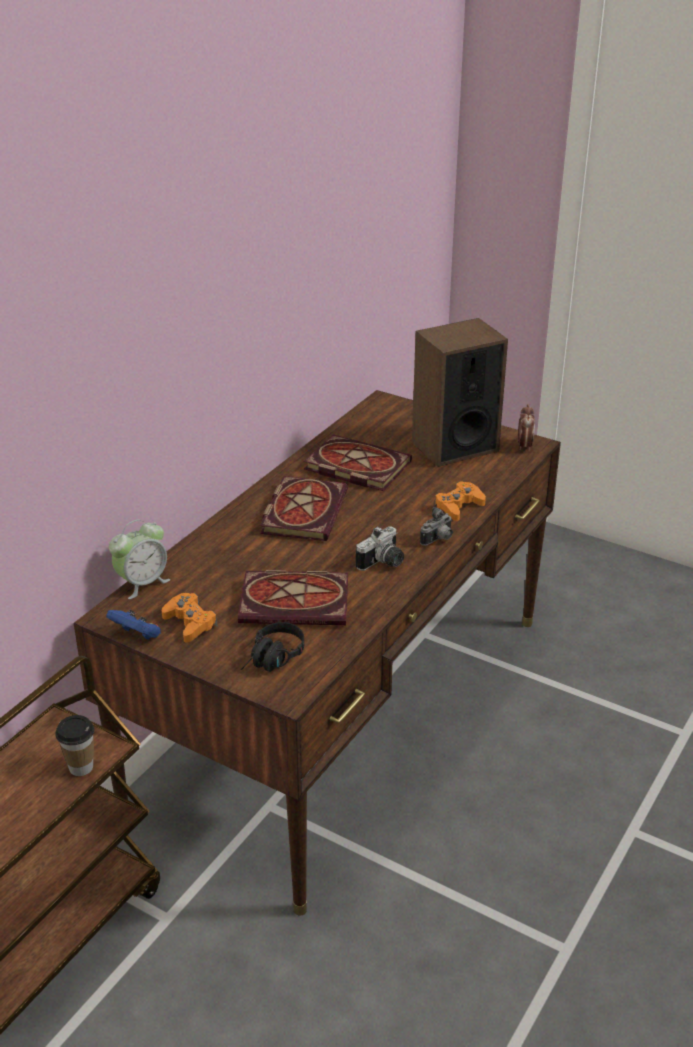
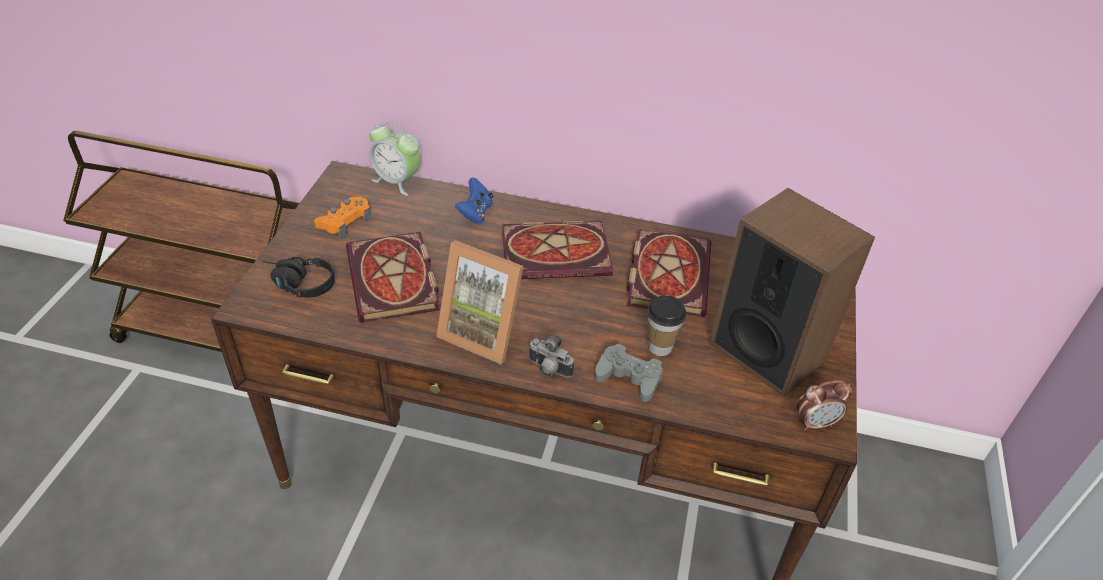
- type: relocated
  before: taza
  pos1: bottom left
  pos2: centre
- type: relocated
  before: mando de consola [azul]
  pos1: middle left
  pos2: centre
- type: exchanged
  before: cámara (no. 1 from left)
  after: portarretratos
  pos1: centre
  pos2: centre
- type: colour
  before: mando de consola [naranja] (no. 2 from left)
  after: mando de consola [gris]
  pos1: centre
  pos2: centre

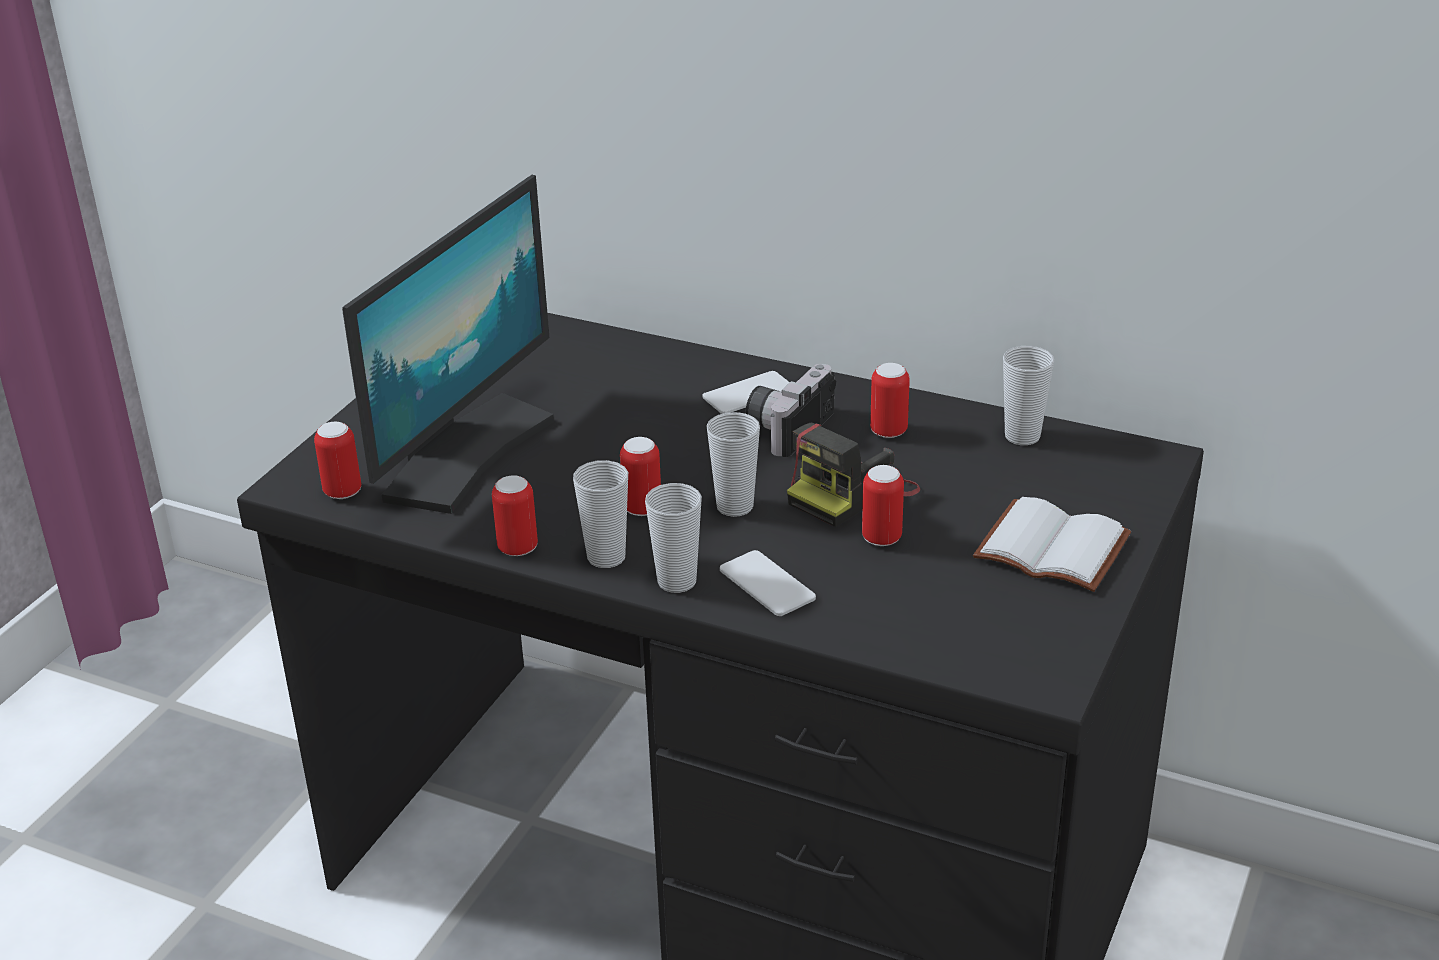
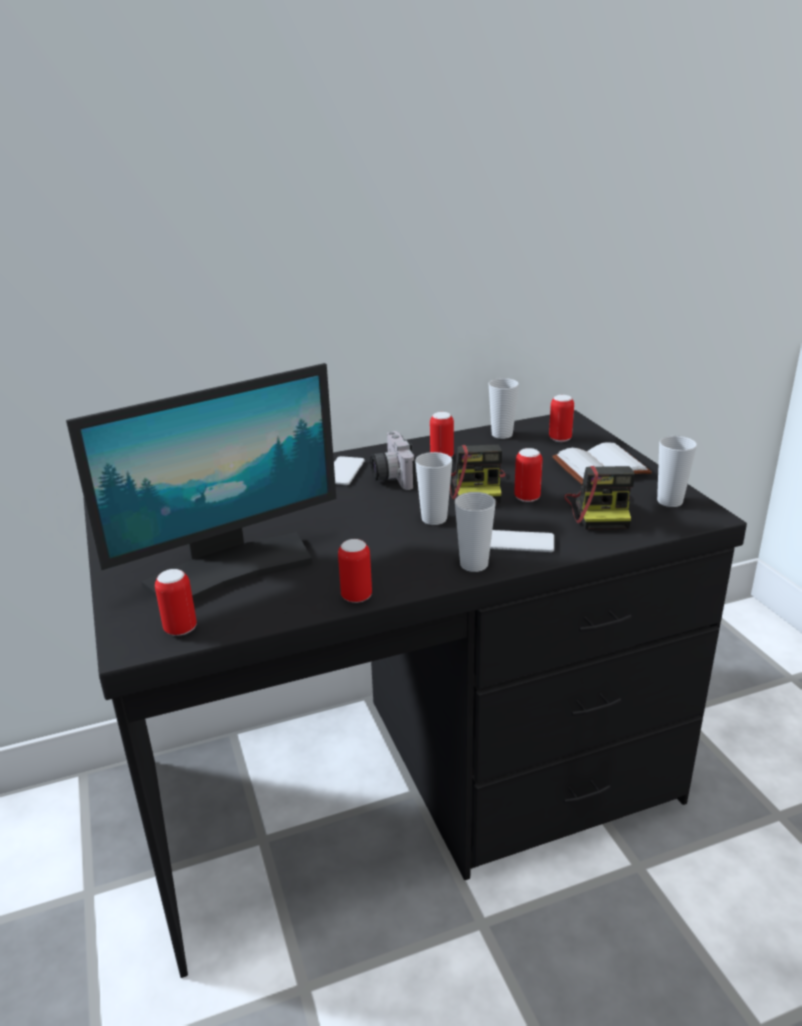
- type: appeared
  after: cámara (no. 3 from left)
  pos2: middle right
- type: relocated
  before: taza (no. 1 from left in the first image)
  after: taza (no. 4 from left)
  pos1: centre
  pos2: middle right
- type: relocated
  before: lata (no. 3 from left in the first image)
  after: lata (no. 5 from left)
  pos1: centre
  pos2: middle right
- type: spun
  before: monitor
  pos1: middle left
  pos2: middle left
  turn: 75

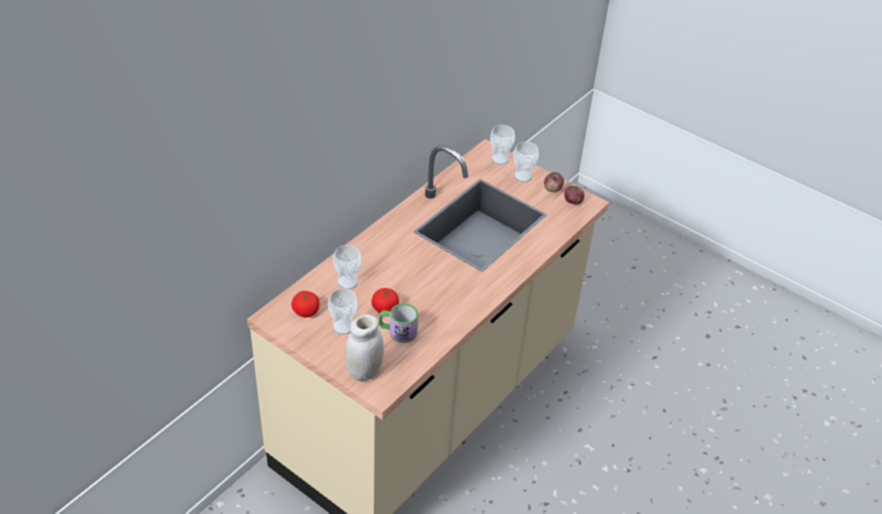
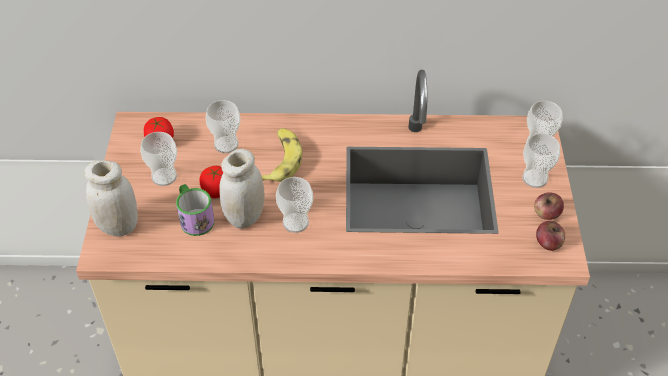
- type: appeared
  after: tarro [blanco] (no. 2 from left)
  pos2: centre
- type: appeared
  after: plátano
  pos2: centre
- type: appeared
  after: taza (no. 3 from left)
  pos2: centre

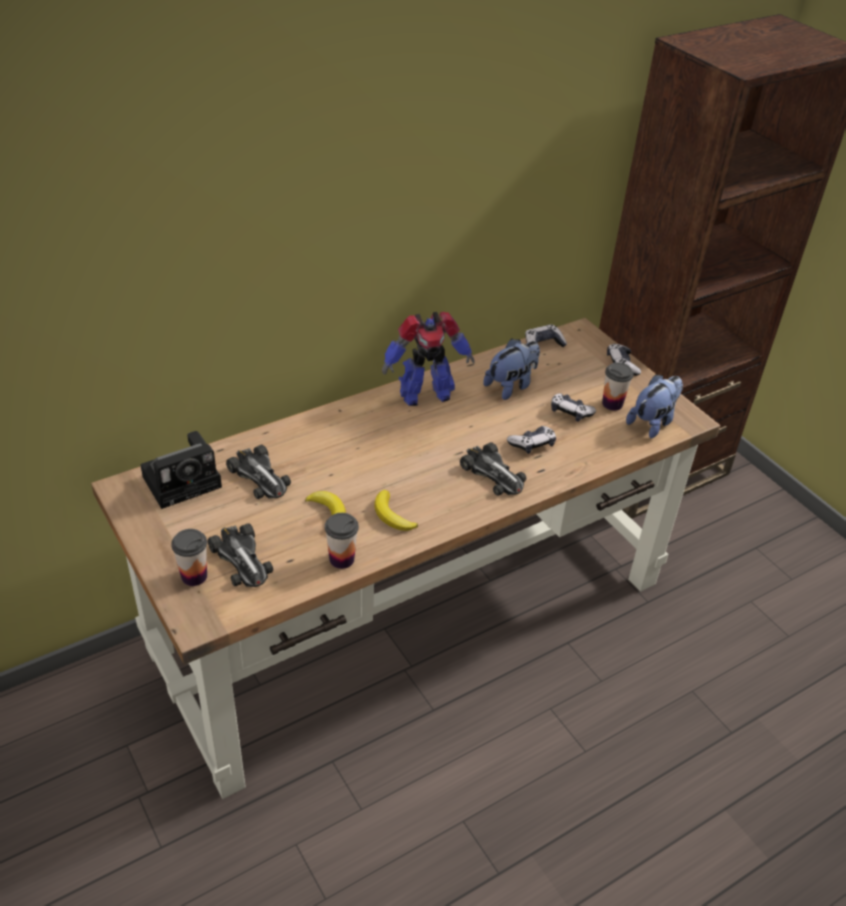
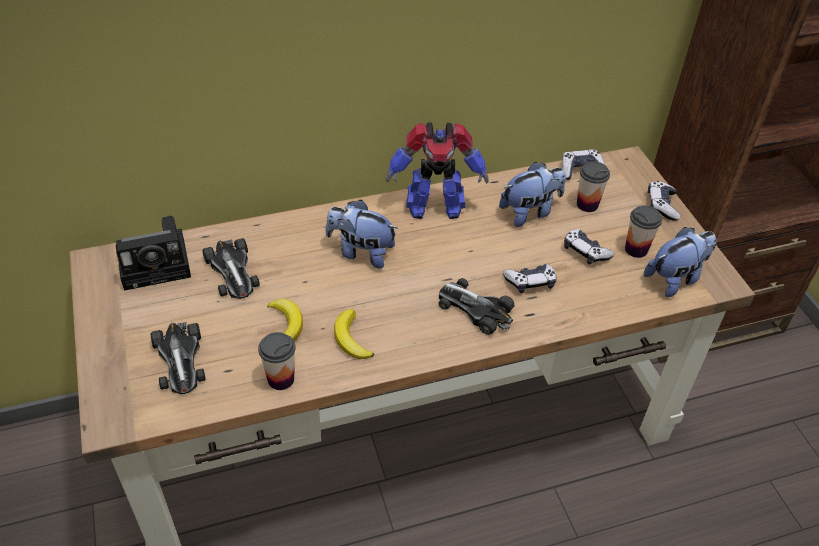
- type: appeared
  after: peluche (no. 1 from left)
  pos2: centre
- type: relocated
  before: taza (no. 1 from left in the first image)
  after: taza (no. 2 from left)
  pos1: middle left
  pos2: middle right
- type: spun
  before: coche de juguete (no. 3 from left)
  pos1: centre
  pos2: centre
  turn: 150

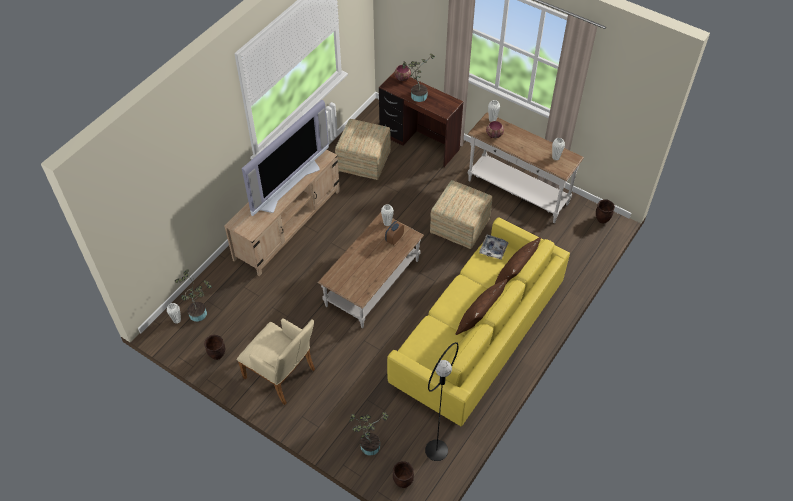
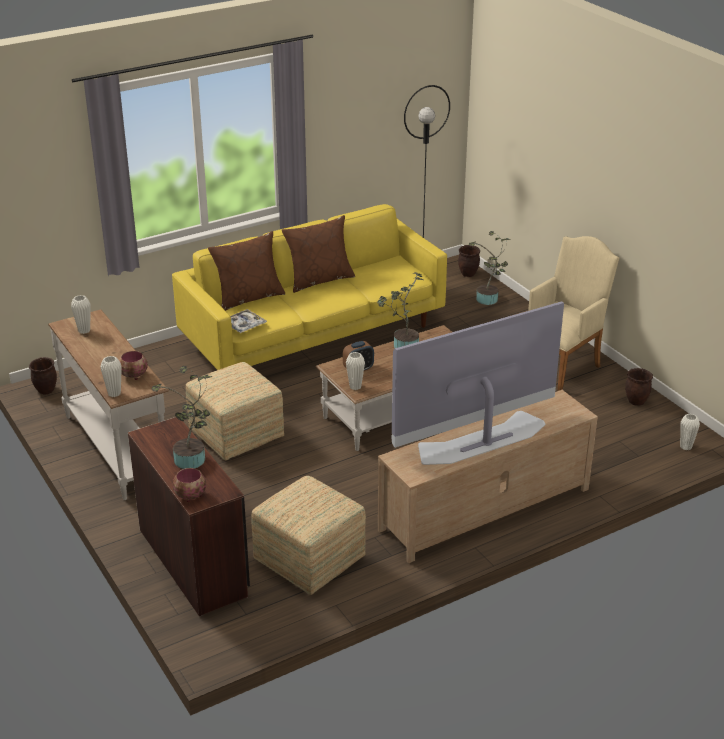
- type: relocated
  before: planta en maceta (no. 1 from left in the first image)
  after: planta en maceta (no. 2 from left)
  pos1: middle left
  pos2: centre
- type: spun
  before: sillón [beis]
  pos1: bottom centre
  pos2: middle right
  turn: 75

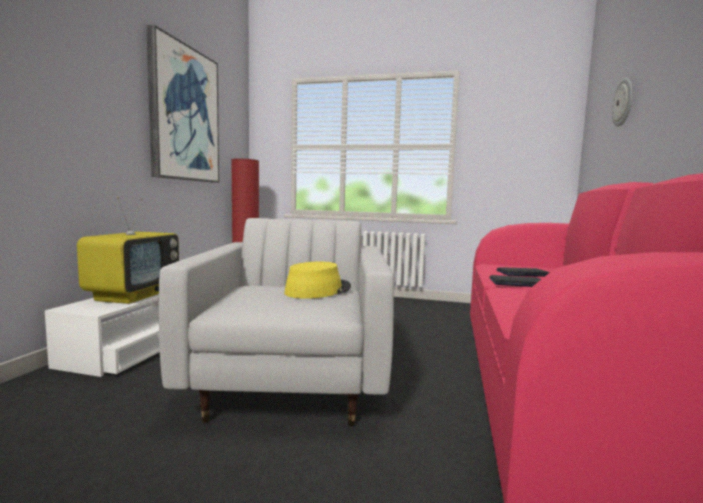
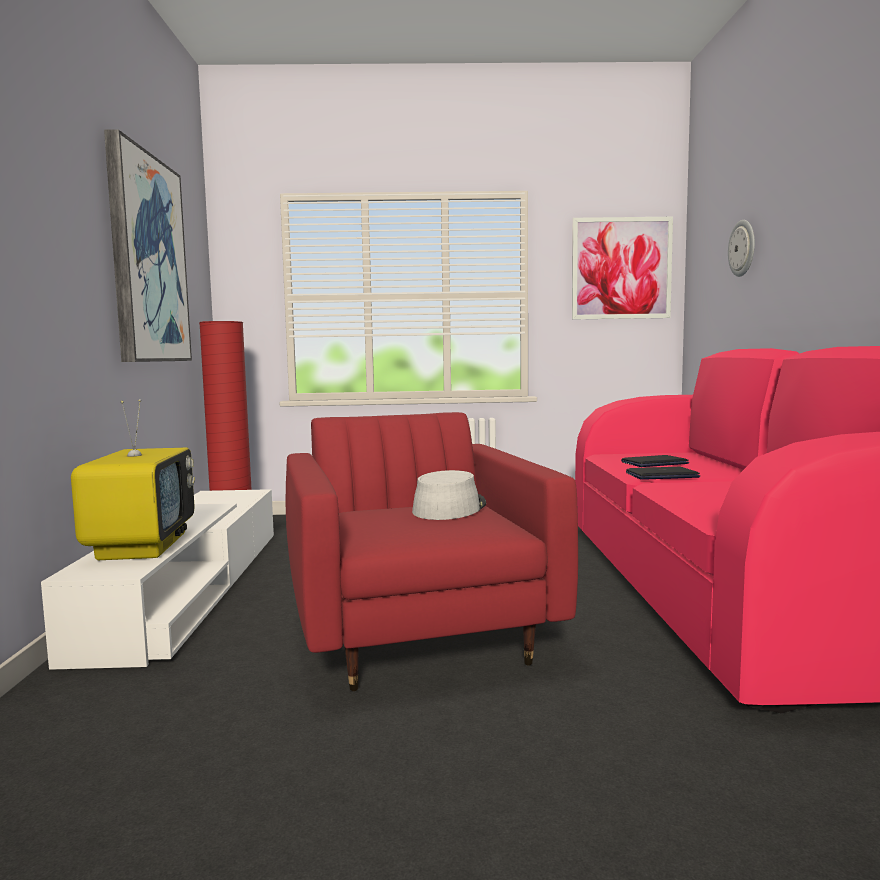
- type: appeared
  after: cuadro (no. 2 from left)
  pos2: top right
- type: colour
  before: sillón [blanco]
  after: sillón [rojo]
  pos1: centre
  pos2: centre
- type: colour
  before: sombrero [amarillo]
  after: sombrero [gris]
  pos1: centre
  pos2: centre

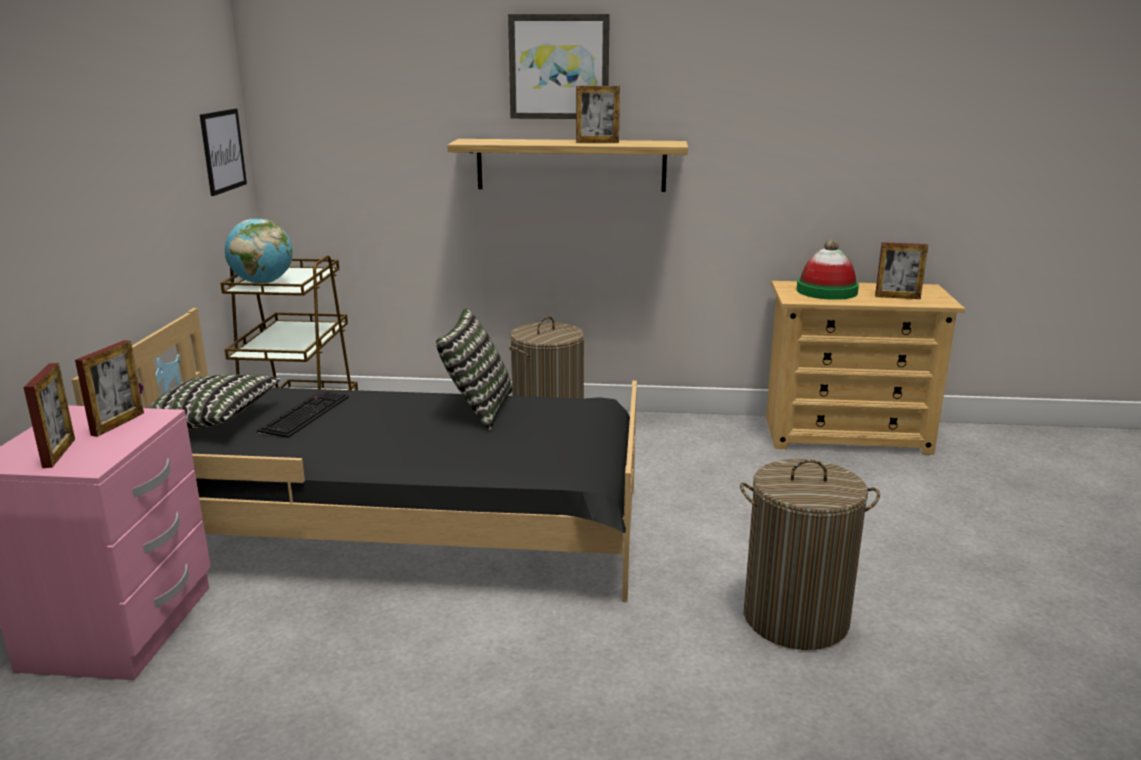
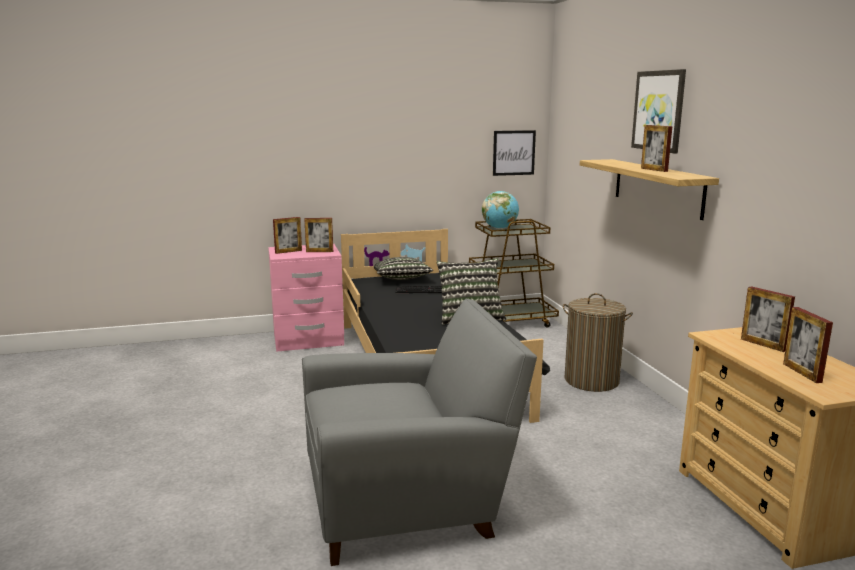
- type: exchanged
  before: cesto de la ropa (no. 2 from left)
  after: sillón [gris]
  pos1: bottom right
  pos2: bottom centre
- type: exchanged
  before: sombrero
  after: portarretratos (no. 4 from left)
  pos1: middle right
  pos2: middle right

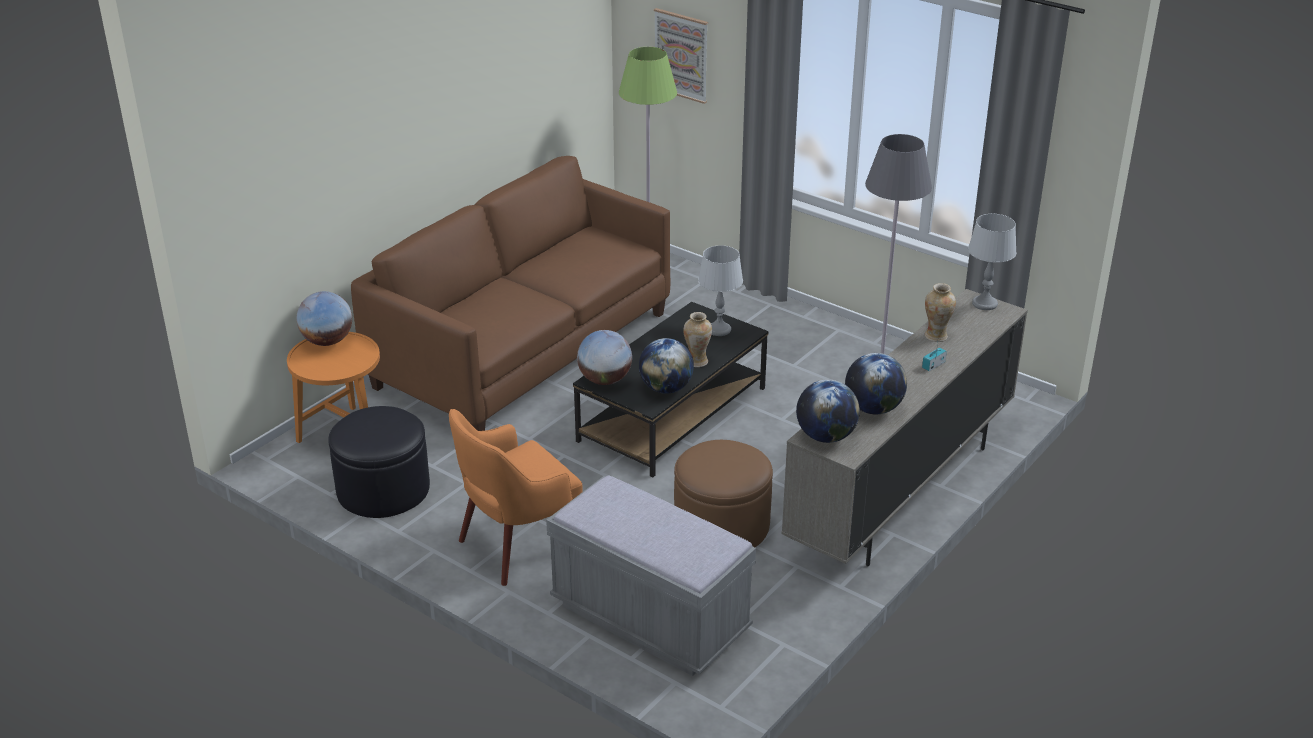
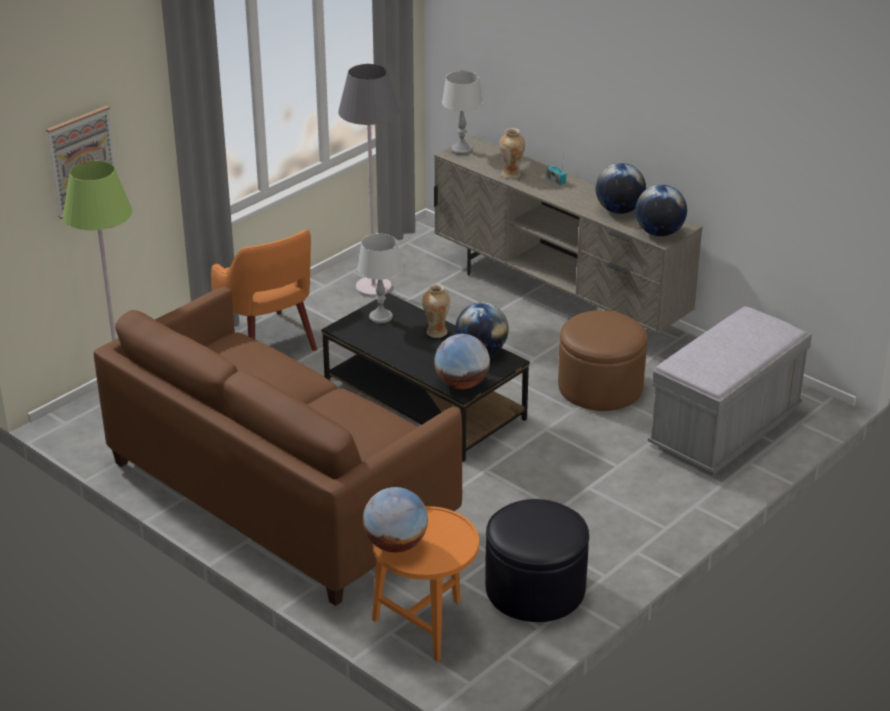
- type: relocated
  before: sillón [naranja]
  pos1: bottom centre
  pos2: middle left

